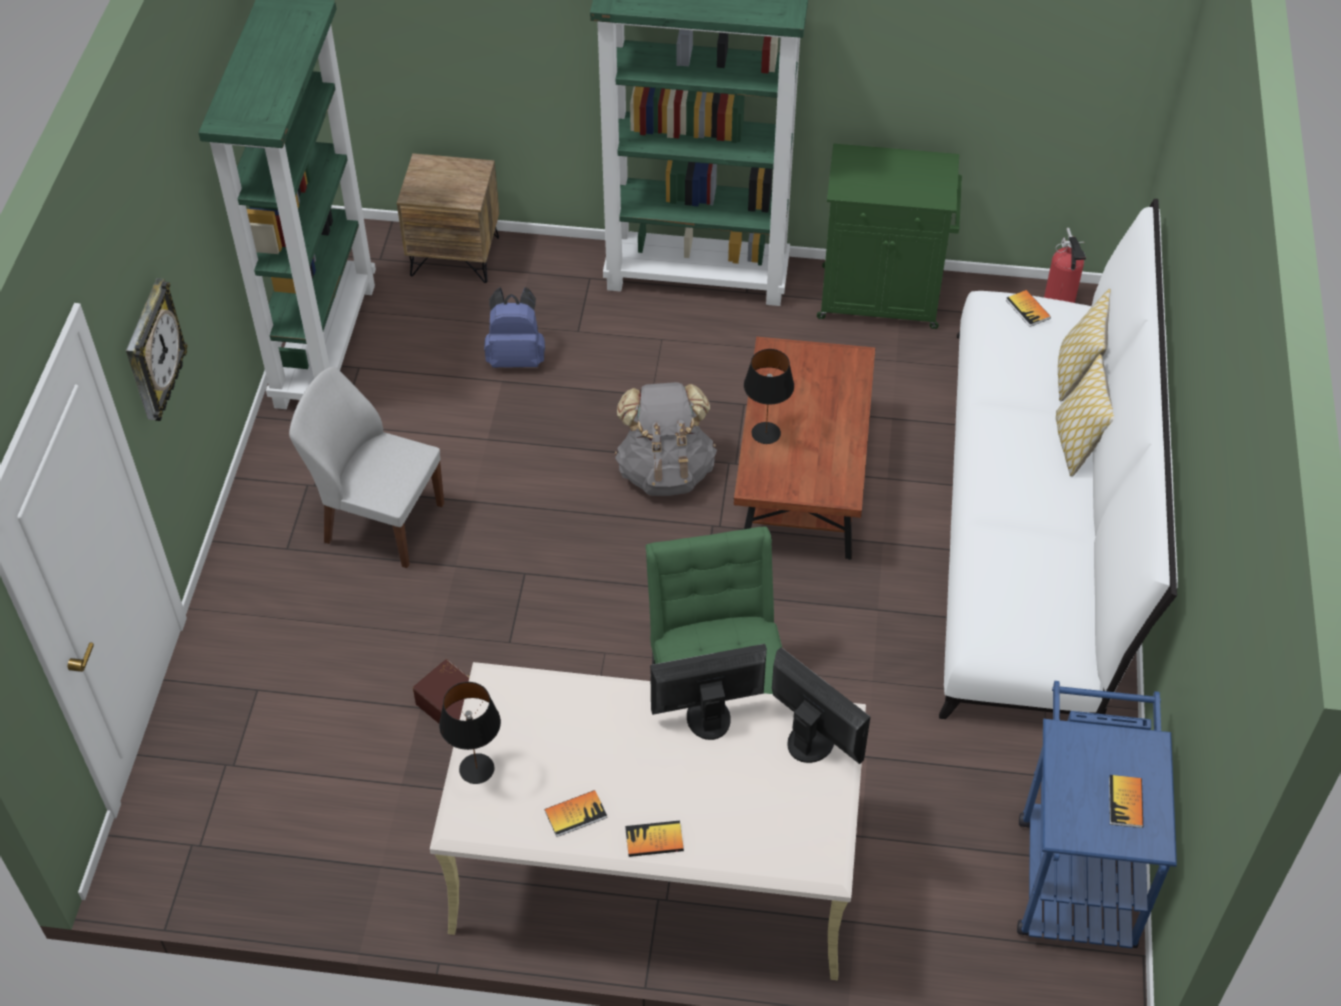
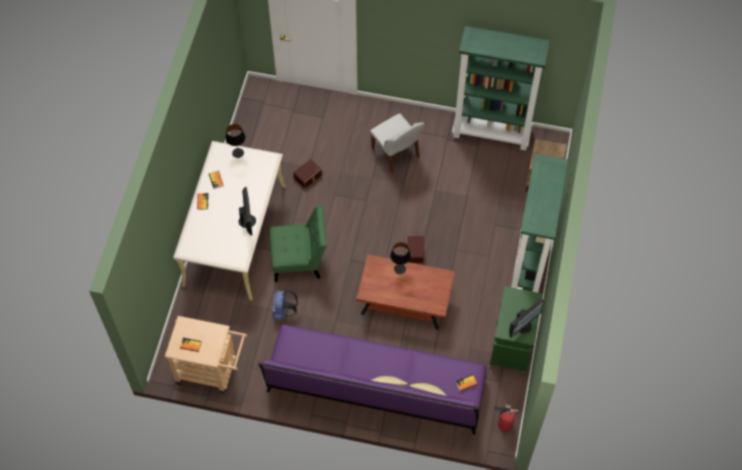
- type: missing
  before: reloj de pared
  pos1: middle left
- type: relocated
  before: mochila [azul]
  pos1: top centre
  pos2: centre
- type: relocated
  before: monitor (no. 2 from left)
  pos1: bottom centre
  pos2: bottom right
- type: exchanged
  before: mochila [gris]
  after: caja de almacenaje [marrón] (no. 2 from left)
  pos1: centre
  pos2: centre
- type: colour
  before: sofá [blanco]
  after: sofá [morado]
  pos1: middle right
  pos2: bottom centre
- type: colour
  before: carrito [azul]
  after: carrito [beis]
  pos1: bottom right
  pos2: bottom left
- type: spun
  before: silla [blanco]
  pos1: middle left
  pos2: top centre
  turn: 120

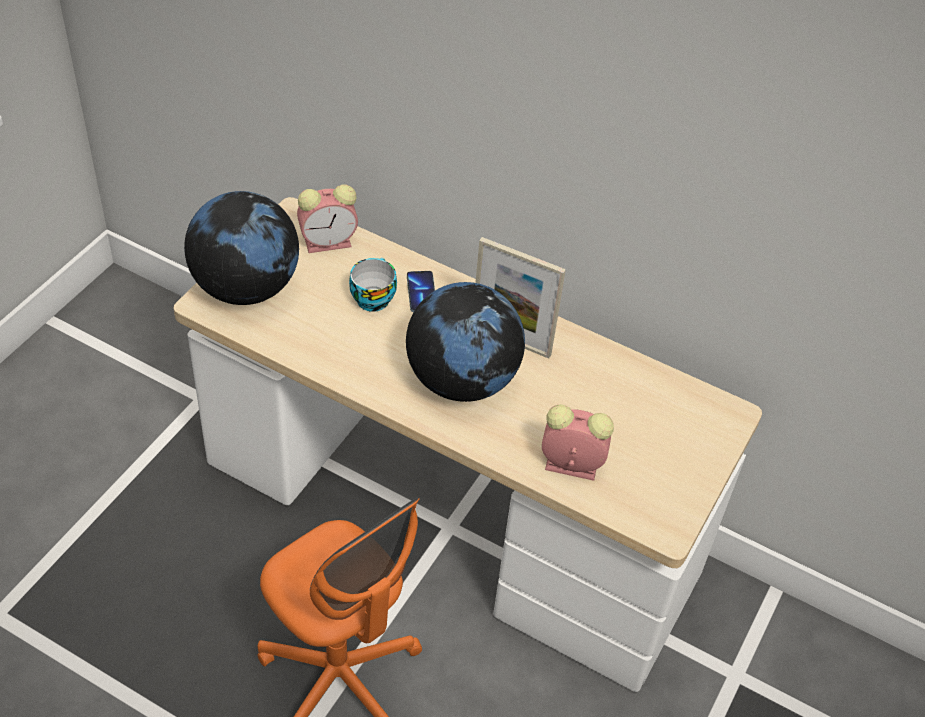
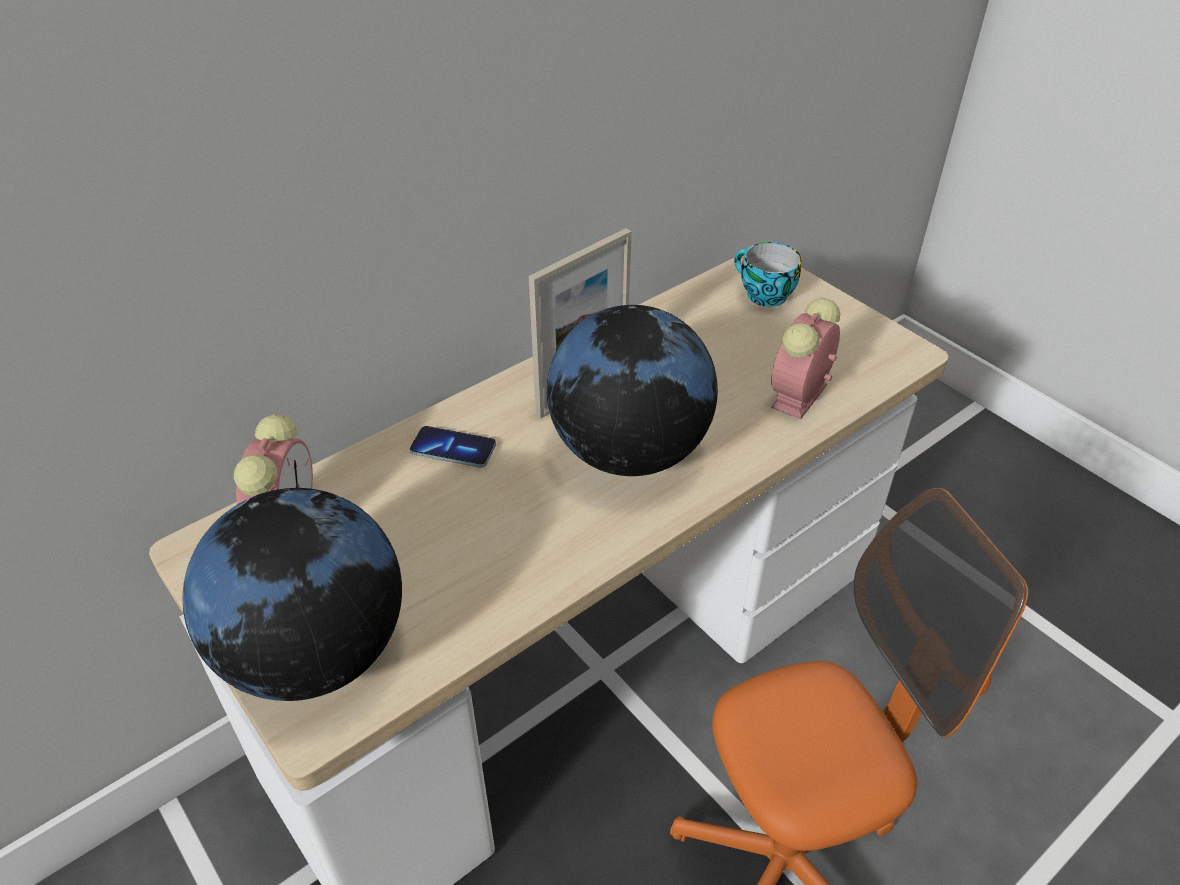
- type: relocated
  before: taza
  pos1: centre
  pos2: top centre

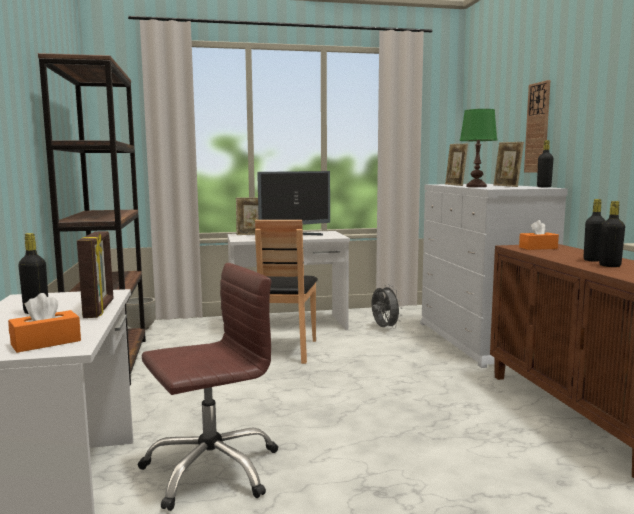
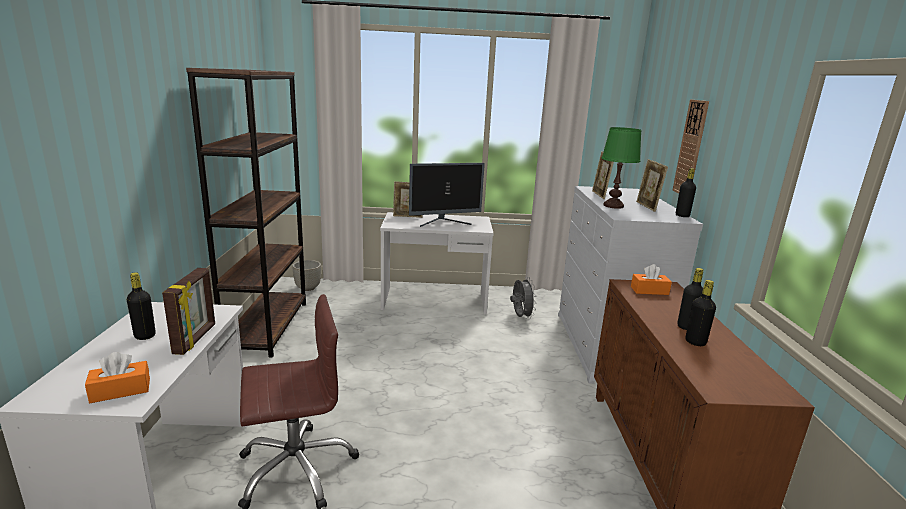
- type: missing
  before: silla [marrón]
  pos1: centre

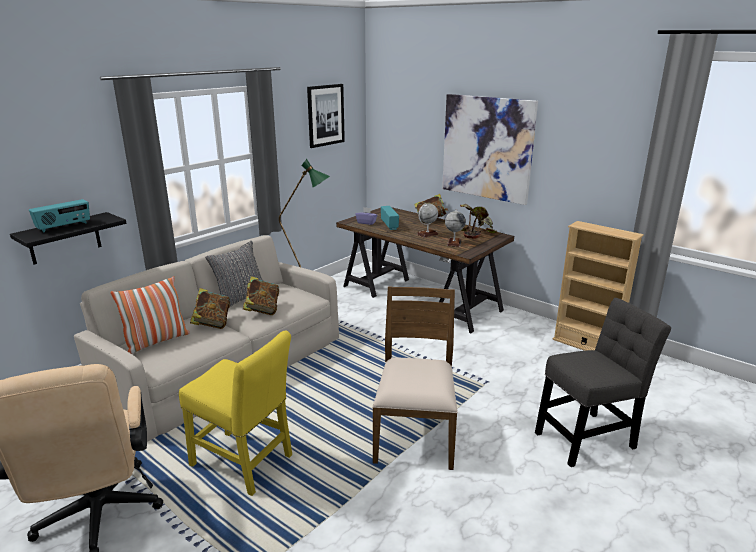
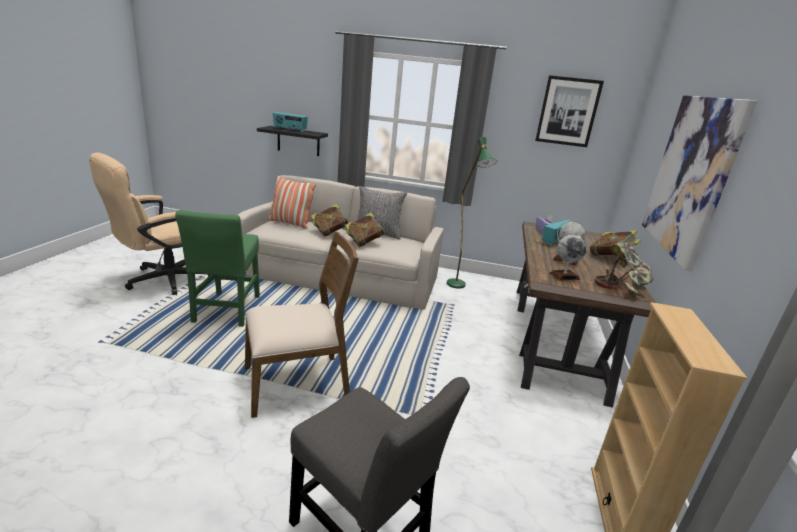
- type: colour
  before: silla [amarillo]
  after: silla [verde]
  pos1: bottom left
  pos2: middle left

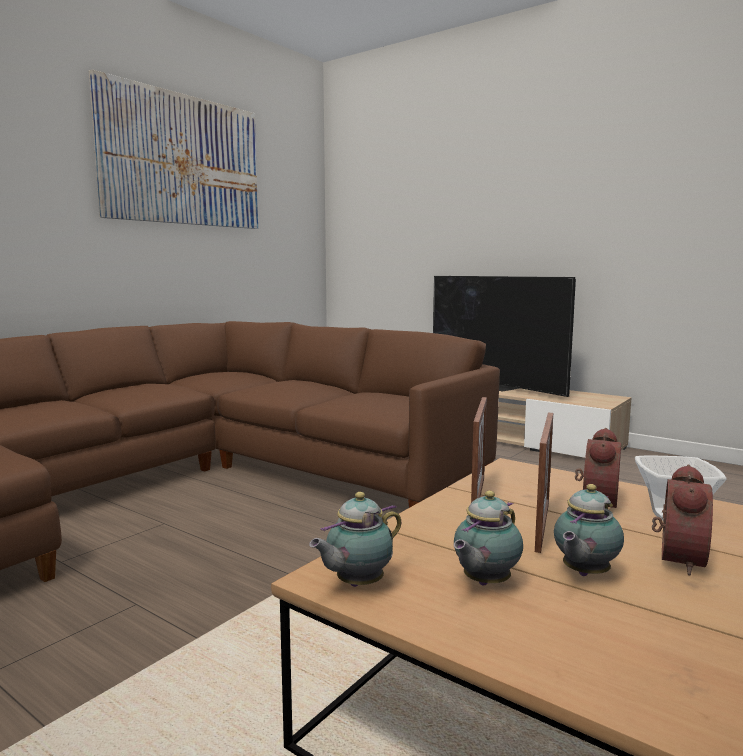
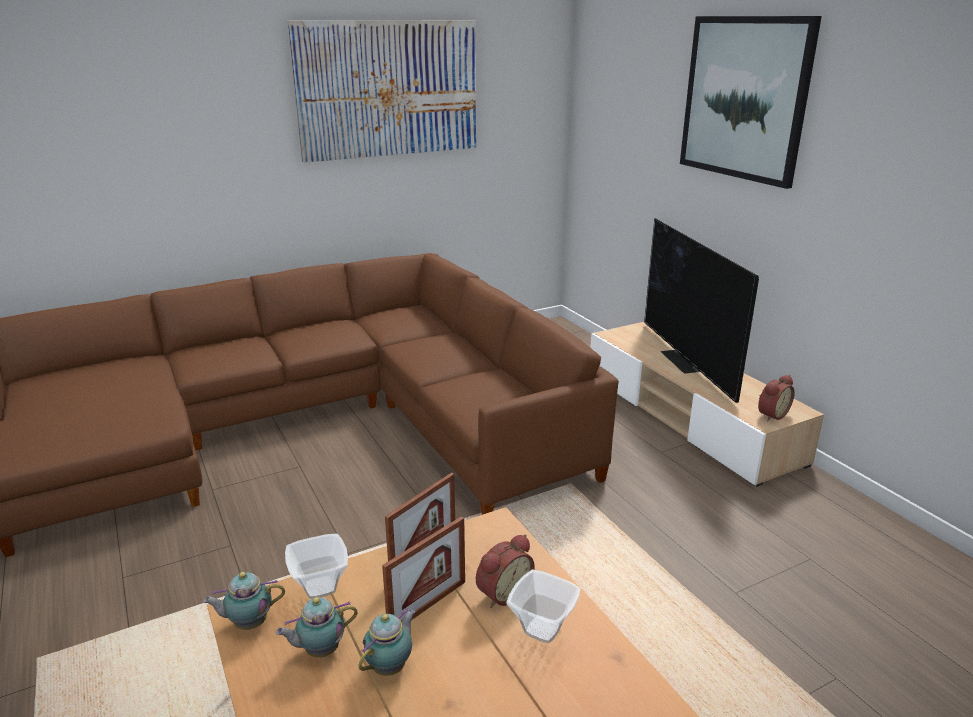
- type: appeared
  after: cuenco (no. 1 from left)
  pos2: bottom left
- type: appeared
  after: cuadro (no. 2 from left)
  pos2: top right
- type: relocated
  before: despertador (no. 2 from left)
  pos1: bottom right
  pos2: middle right
- type: spun
  before: tetera (no. 3 from left)
  pos1: bottom right
  pos2: bottom centre
  turn: 150

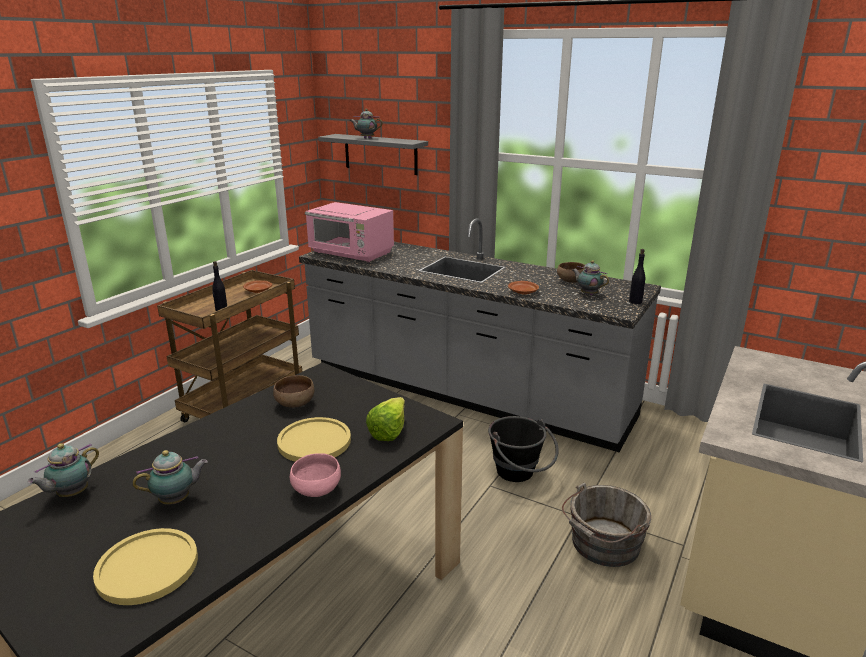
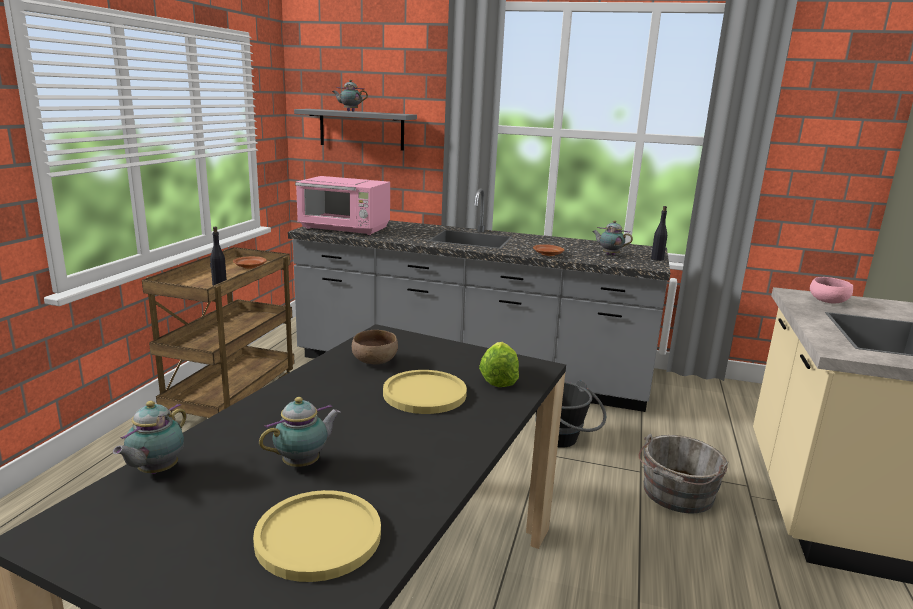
- type: missing
  before: cuenco [marrón] (no. 2 from left)
  pos1: centre
- type: relocated
  before: cuenco [rosa]
  pos1: bottom centre
  pos2: middle right

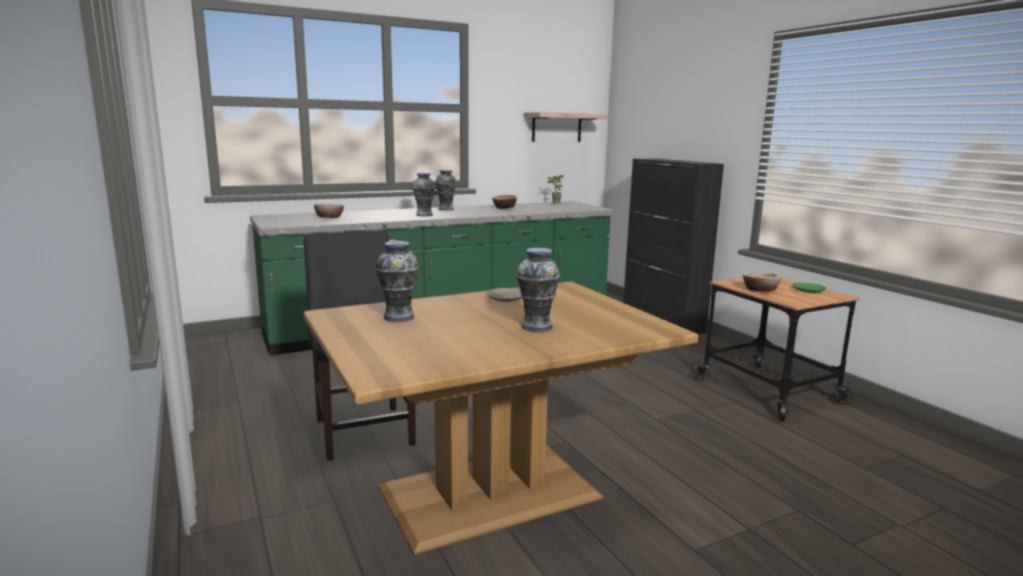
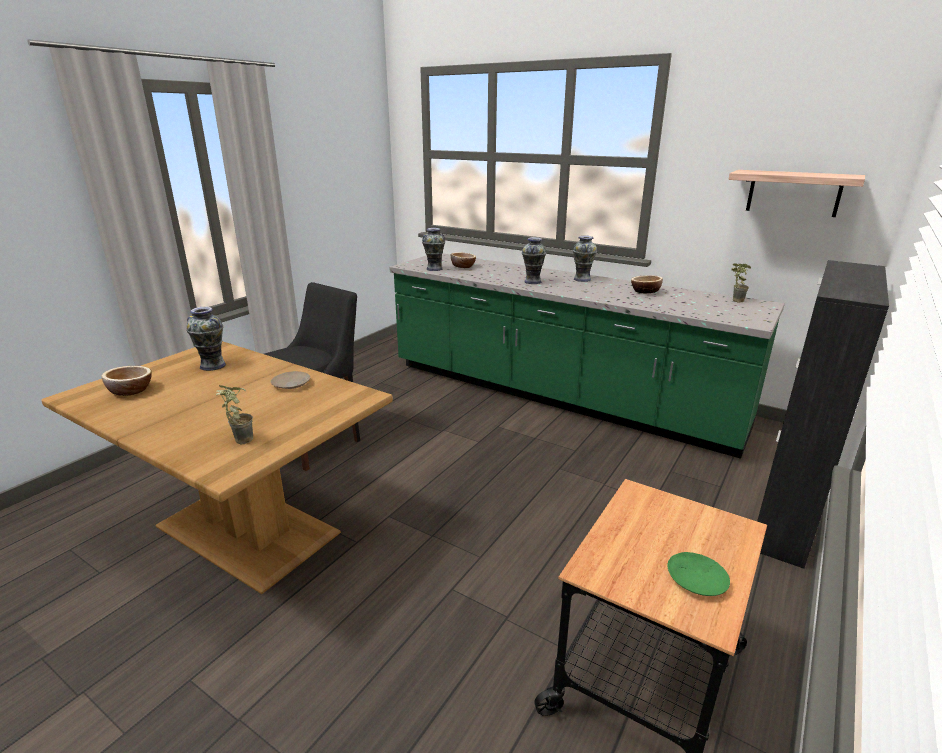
- type: appeared
  after: planta en maceta (no. 1 from left)
  pos2: middle left
- type: relocated
  before: florero (no. 4 from left in the first image)
  after: florero (no. 2 from left)
  pos1: centre
  pos2: top centre
- type: relocated
  before: cuenco (no. 3 from left in the first image)
  after: cuenco (no. 1 from left)
  pos1: middle right
  pos2: middle left

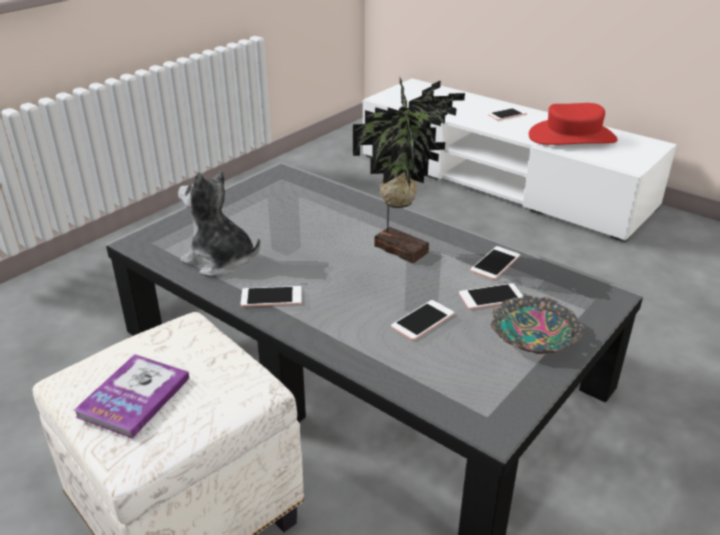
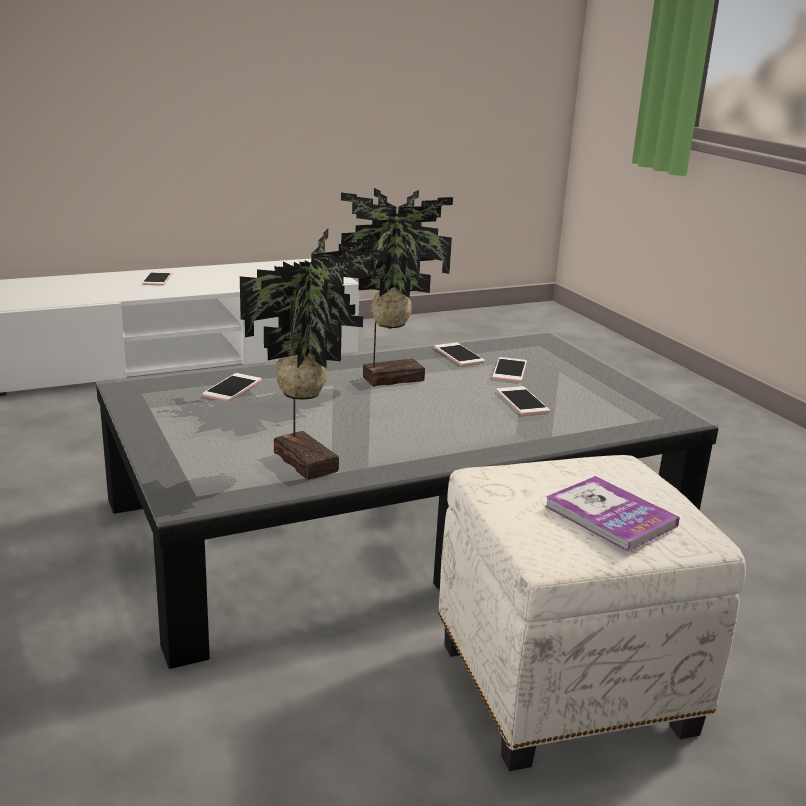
- type: missing
  before: cuenco
  pos1: middle right
- type: missing
  before: sombrero [rojo]
  pos1: top right
- type: relocated
  before: móvil (no. 1 from left in the first image)
  after: móvil (no. 2 from left)
  pos1: centre
  pos2: middle left
- type: exchanged
  before: peluche
  after: planta en maceta (no. 1 from left)
  pos1: middle left
  pos2: centre

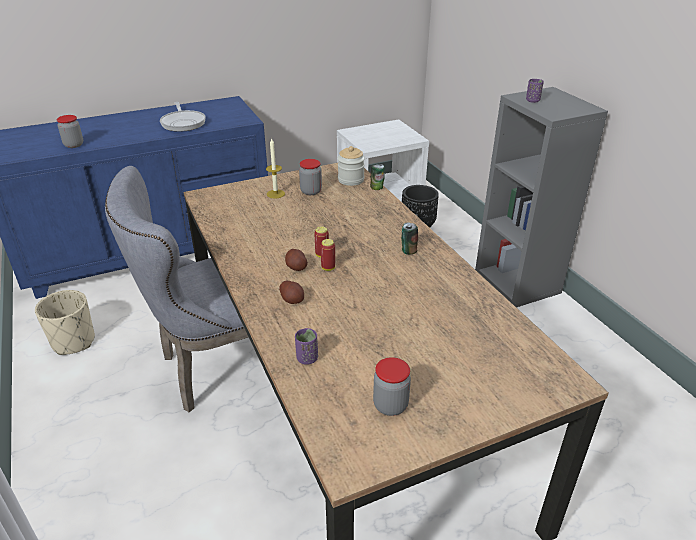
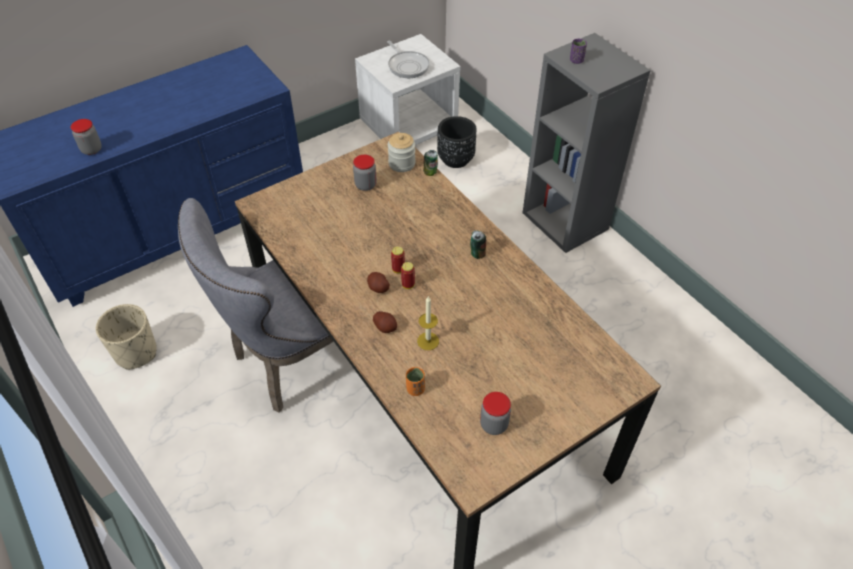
- type: relocated
  before: sartén
  pos1: top left
  pos2: top centre
- type: relocated
  before: vela
  pos1: top centre
  pos2: centre
- type: colour
  before: taza [morado] (no. 1 from left)
  after: taza [naranja]
  pos1: centre
  pos2: bottom centre

